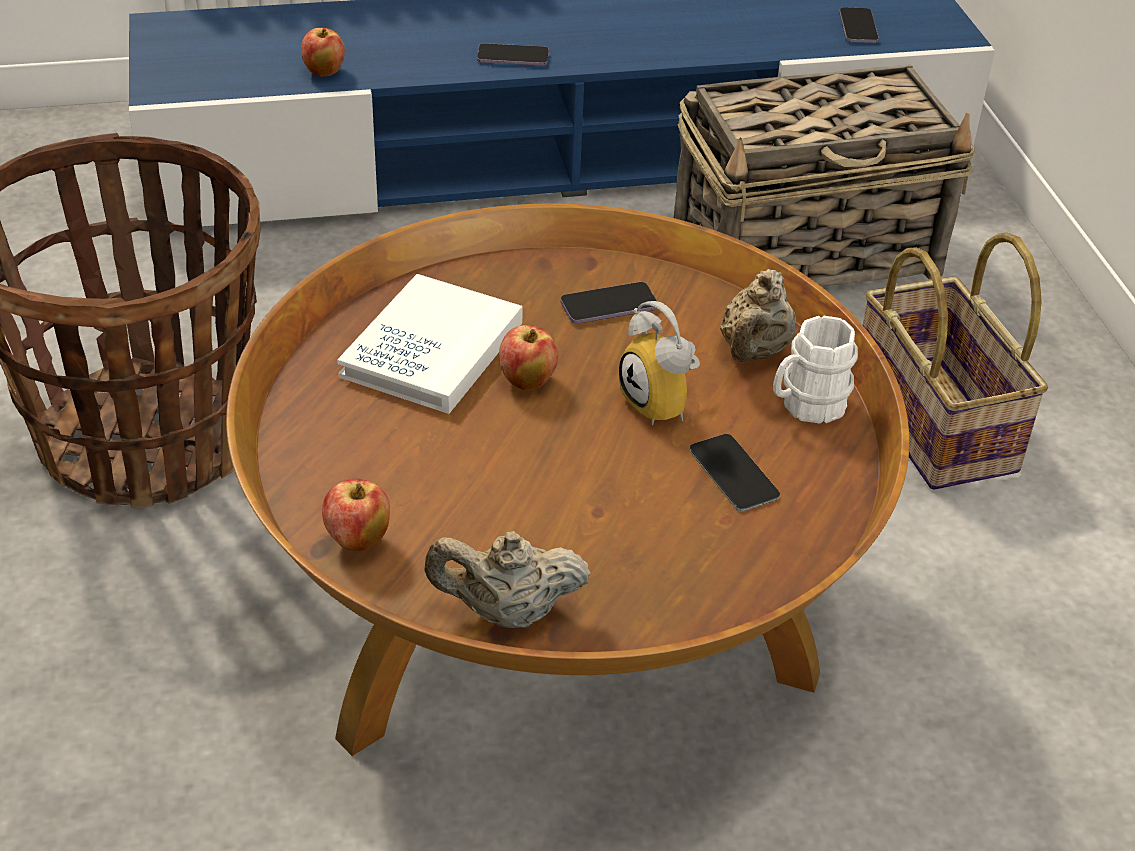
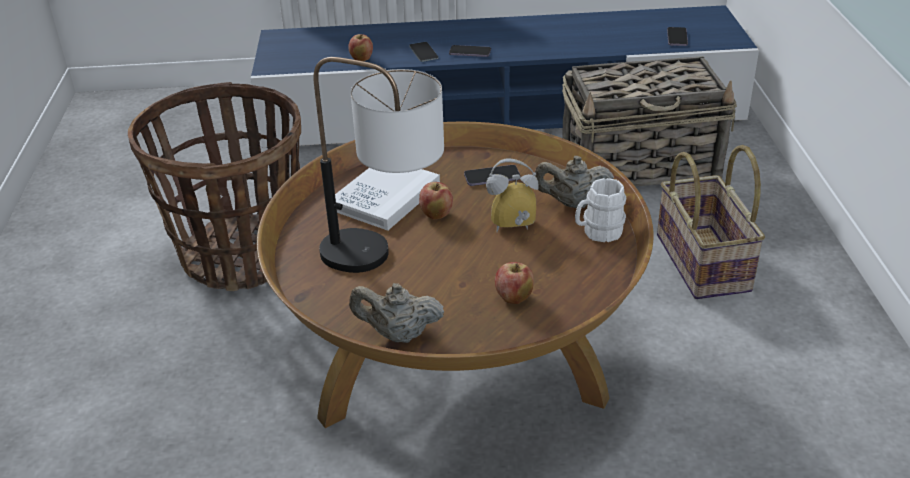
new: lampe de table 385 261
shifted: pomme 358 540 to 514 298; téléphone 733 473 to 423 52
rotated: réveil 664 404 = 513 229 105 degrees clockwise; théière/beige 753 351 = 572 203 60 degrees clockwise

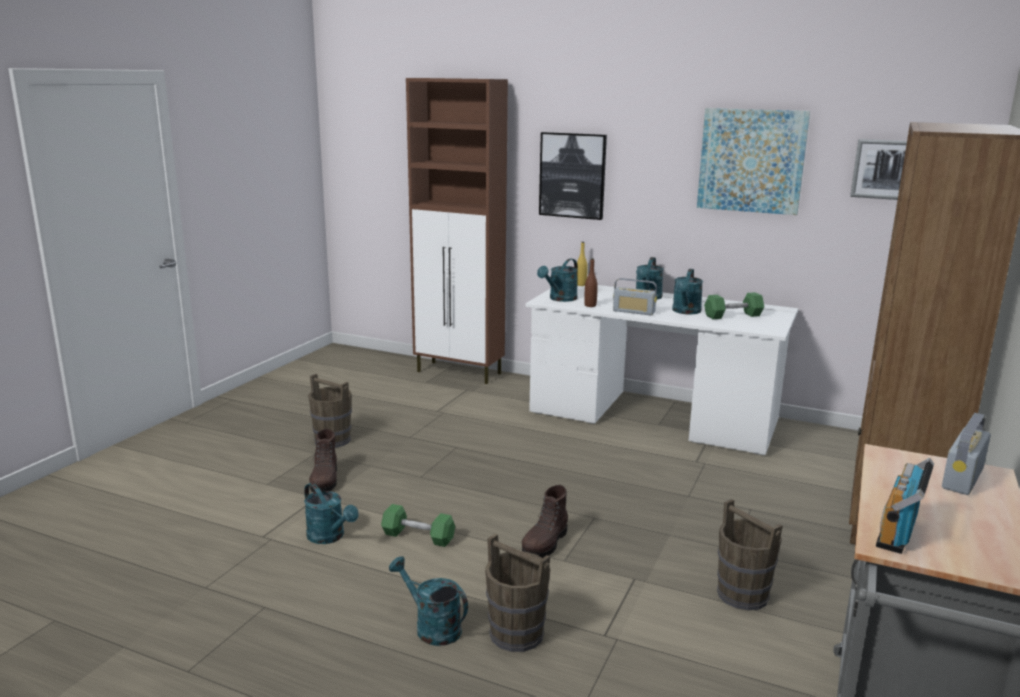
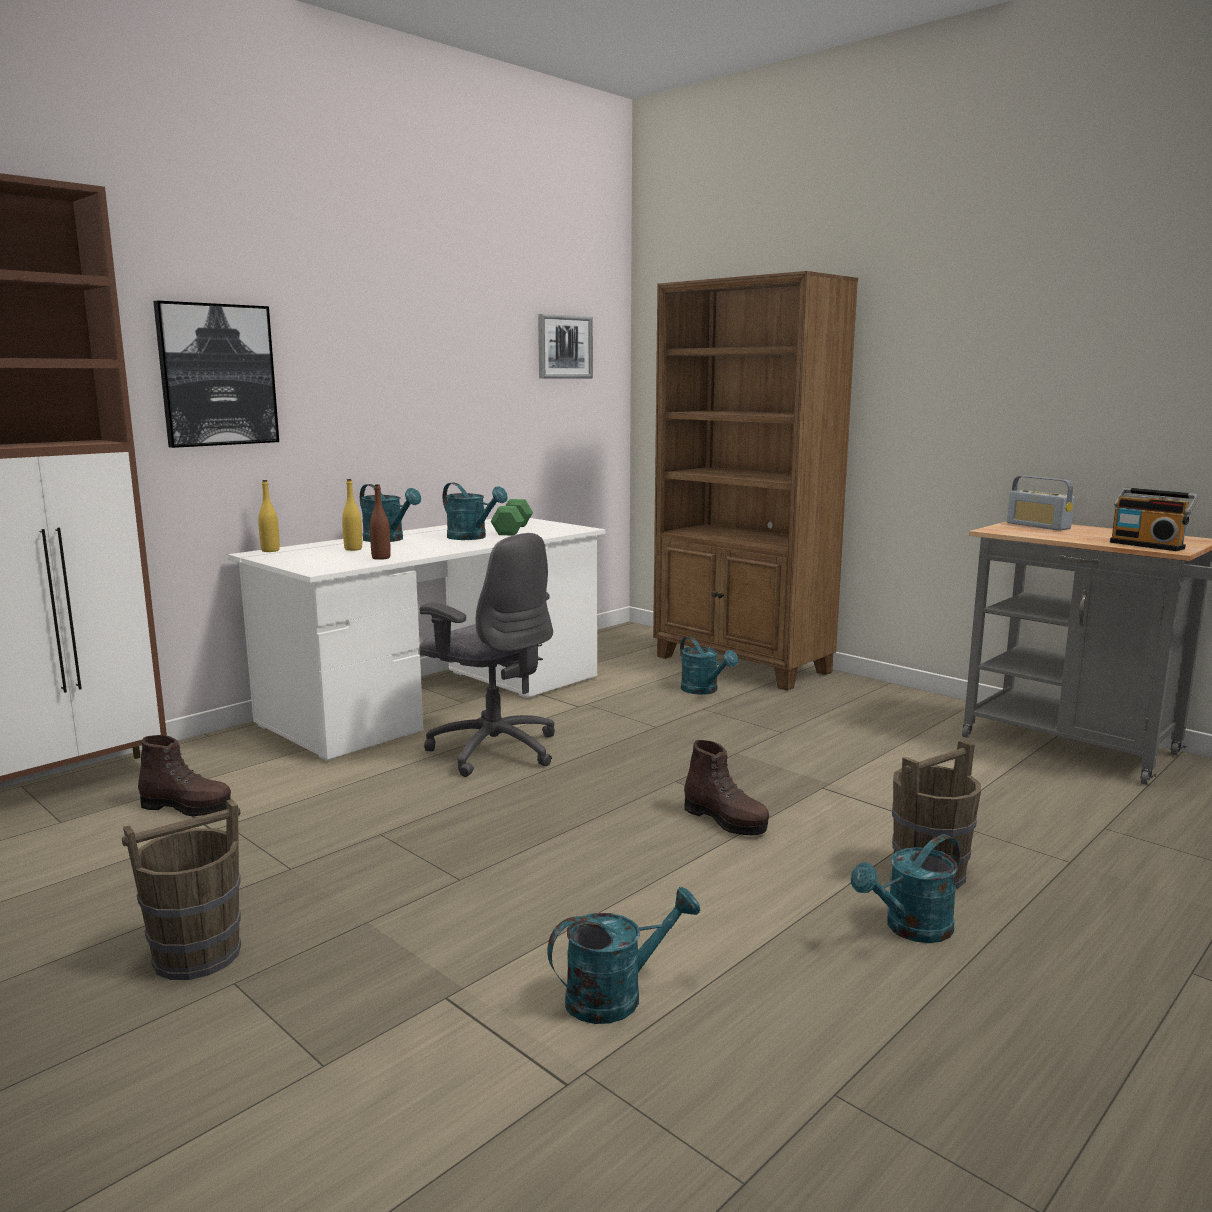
gone: haltère/vert 418 536; radio 634 311; tableau 751 161; seau/marron 742 594
new: bouteille/jaune 353 549; chaise de bureau/gris 493 749
shifted: botte/marron 325 481 to 187 807; arrosoir/turquoise 560 299 to 704 690

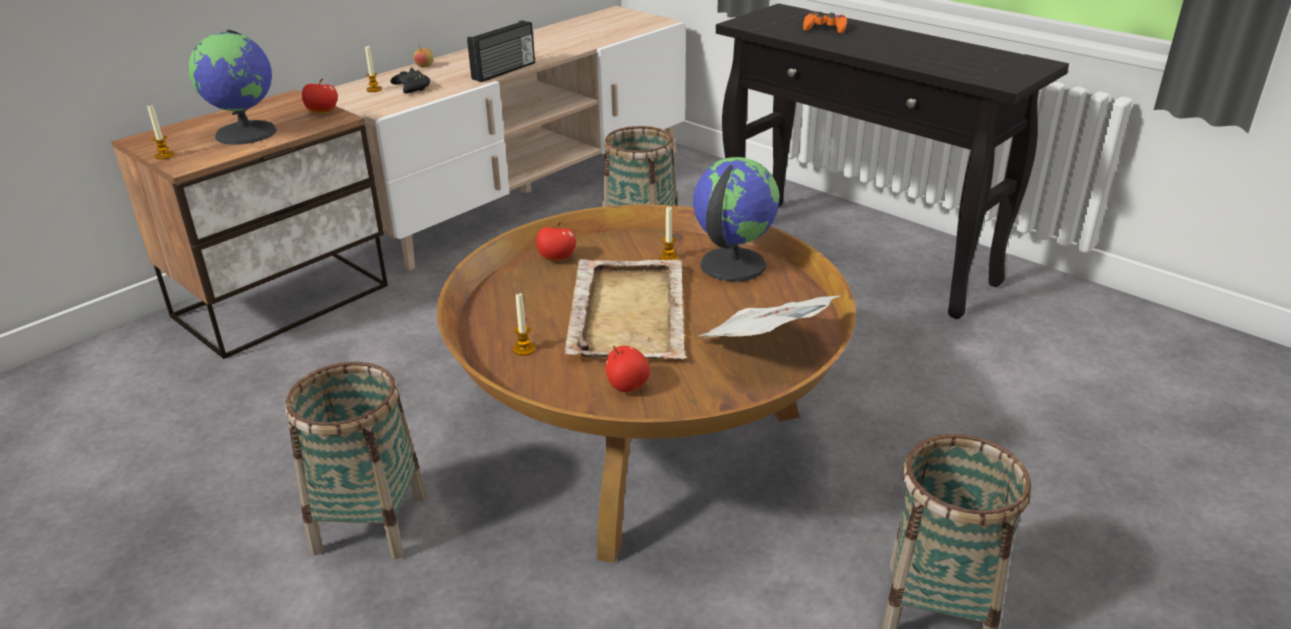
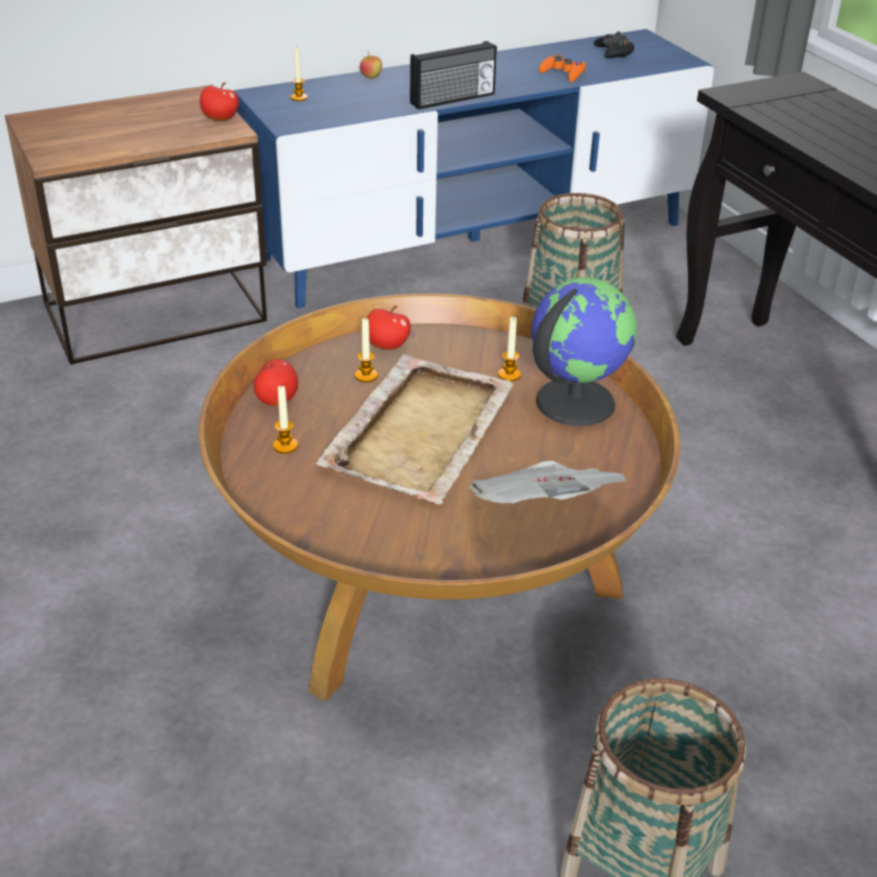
gone: globe 247 133; panier 369 523
shifted: bougie 164 156 to 366 376; manette/noir 412 87 to 614 52; pomme 627 386 to 277 400; manette/orange 825 28 to 563 73
repainted: meuble télé/beige 528 192 to meuble télé/bleu 475 241

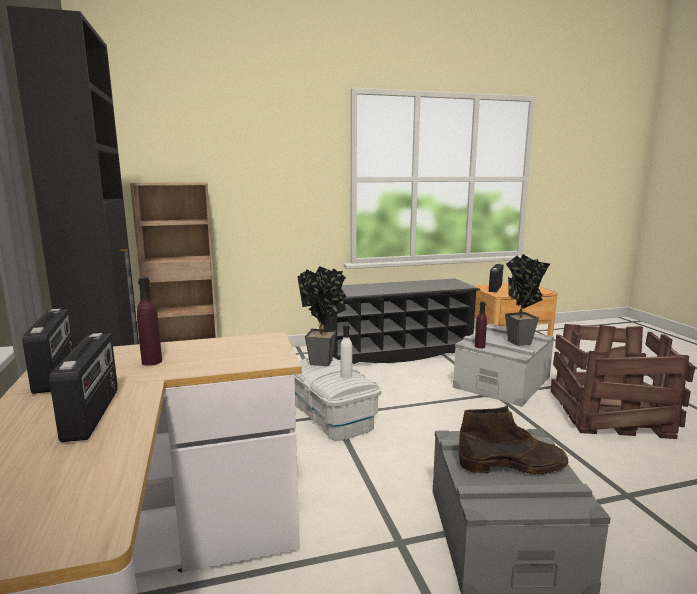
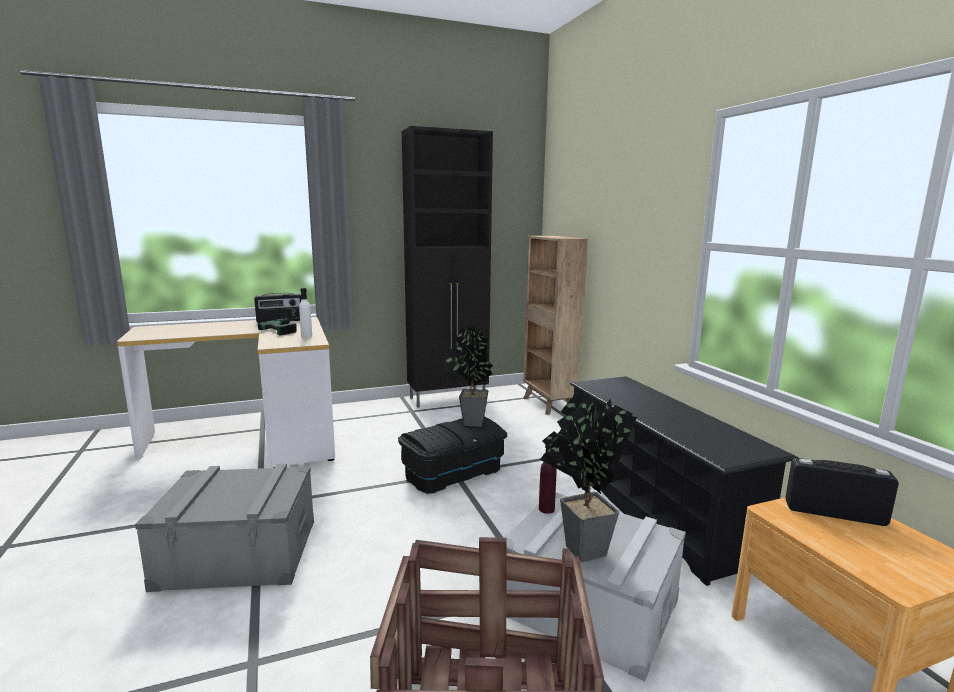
gone: radio 93 414; botte/marron 513 465
shifted: bouteille/blanc 346 375 to 306 336
swapped: bouteille/violet 152 362 to perceuse 287 329
repainted: boîte de rangement/blanc 333 416 to boîte de rangement/noir 453 473

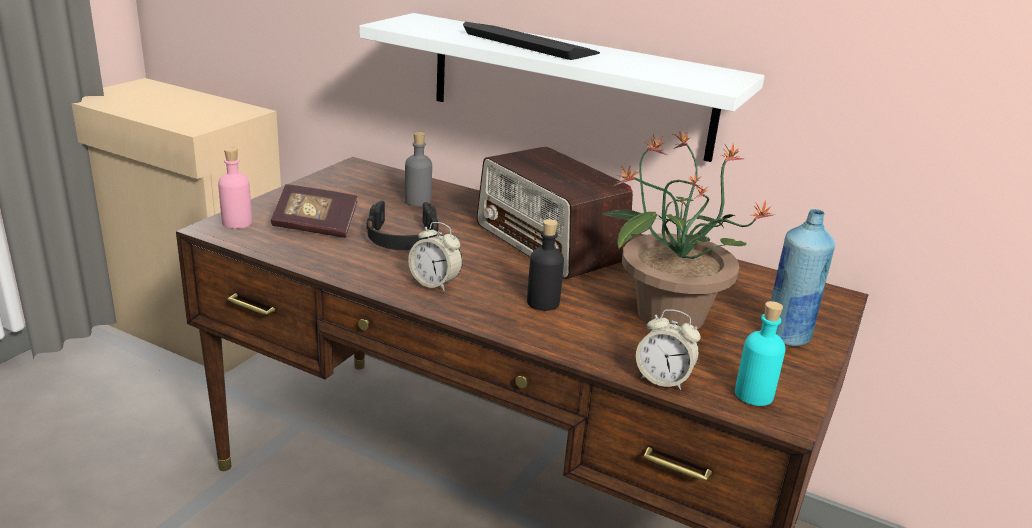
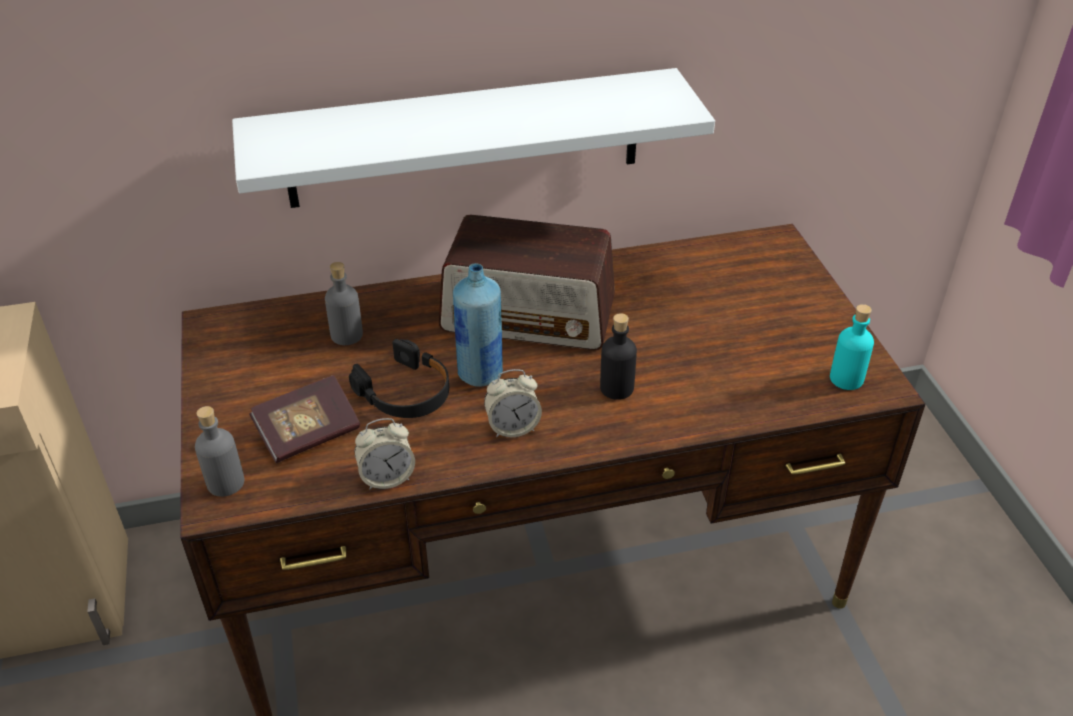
gone: clavier 530 43; plante en pot 668 314
shifted: réveil 663 379 to 387 477; bouteille/bleu 786 336 to 480 374
repainted: bouteille/rose 237 223 to bouteille/gris 225 483

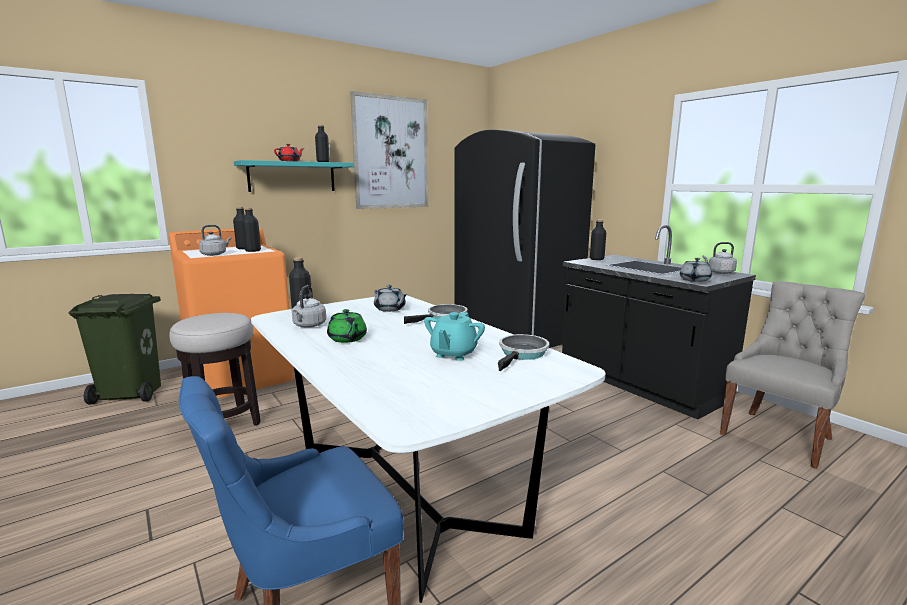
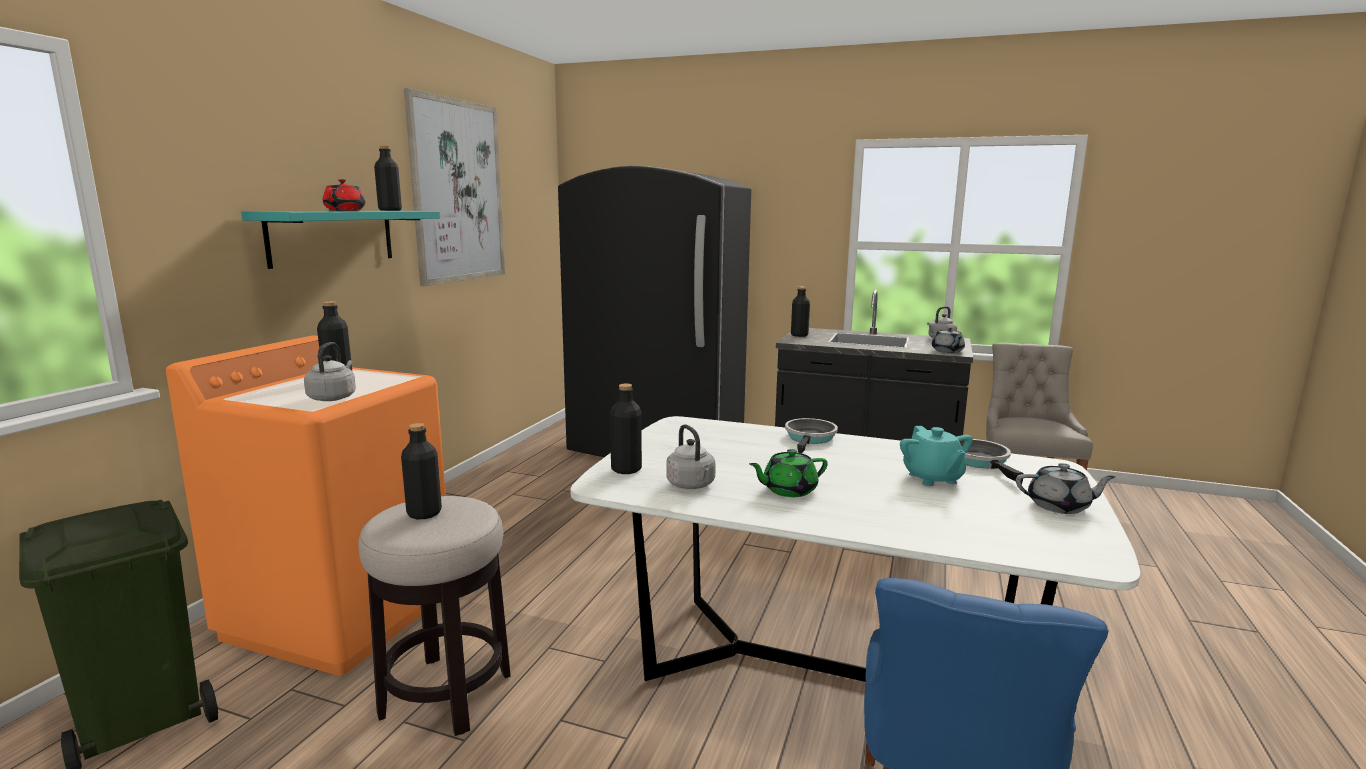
shifted: bouteille/noir 252 250 to 424 513; théière/gris 390 309 to 1059 506
rotated: théière/vert 347 339 = 788 490 135 degrees clockwise

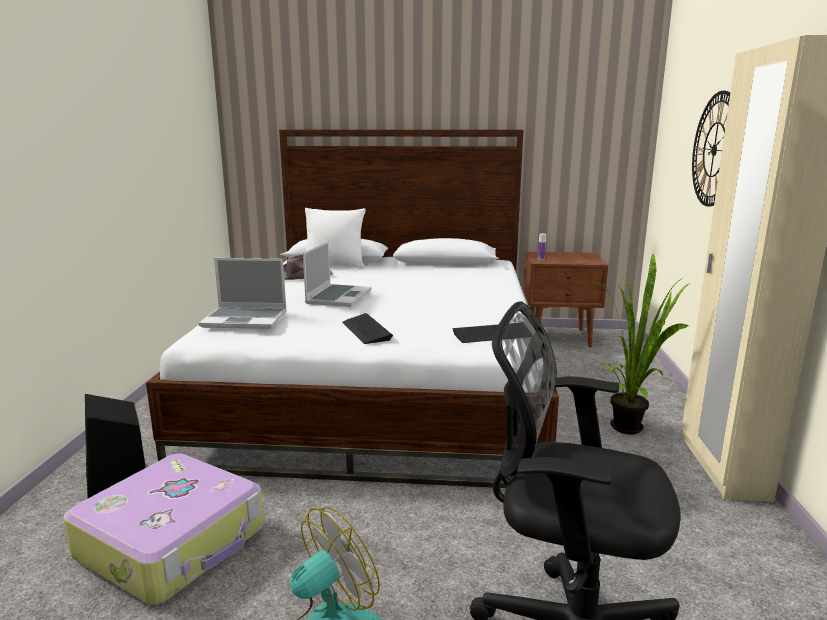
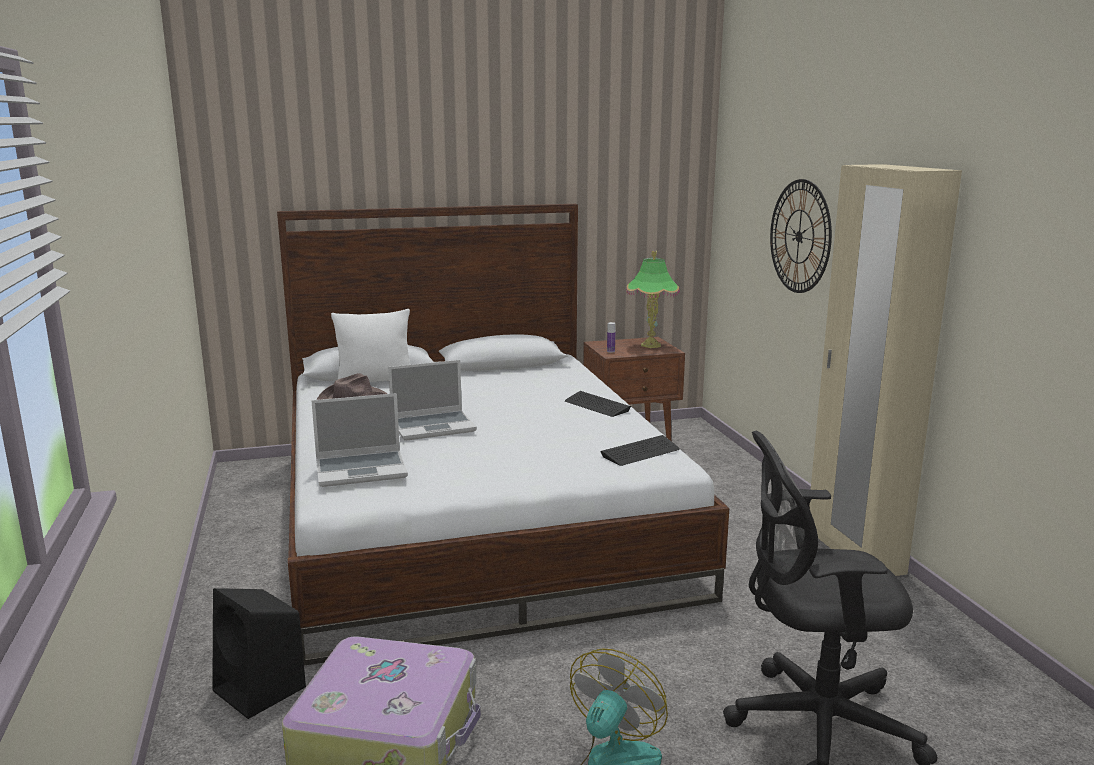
gone: plante en pot 631 426
new: lampe de table 650 345
shifted: clavier 366 330 to 596 406
rotated: ordinateur portable 338 297 = 434 427 75 degrees clockwise

